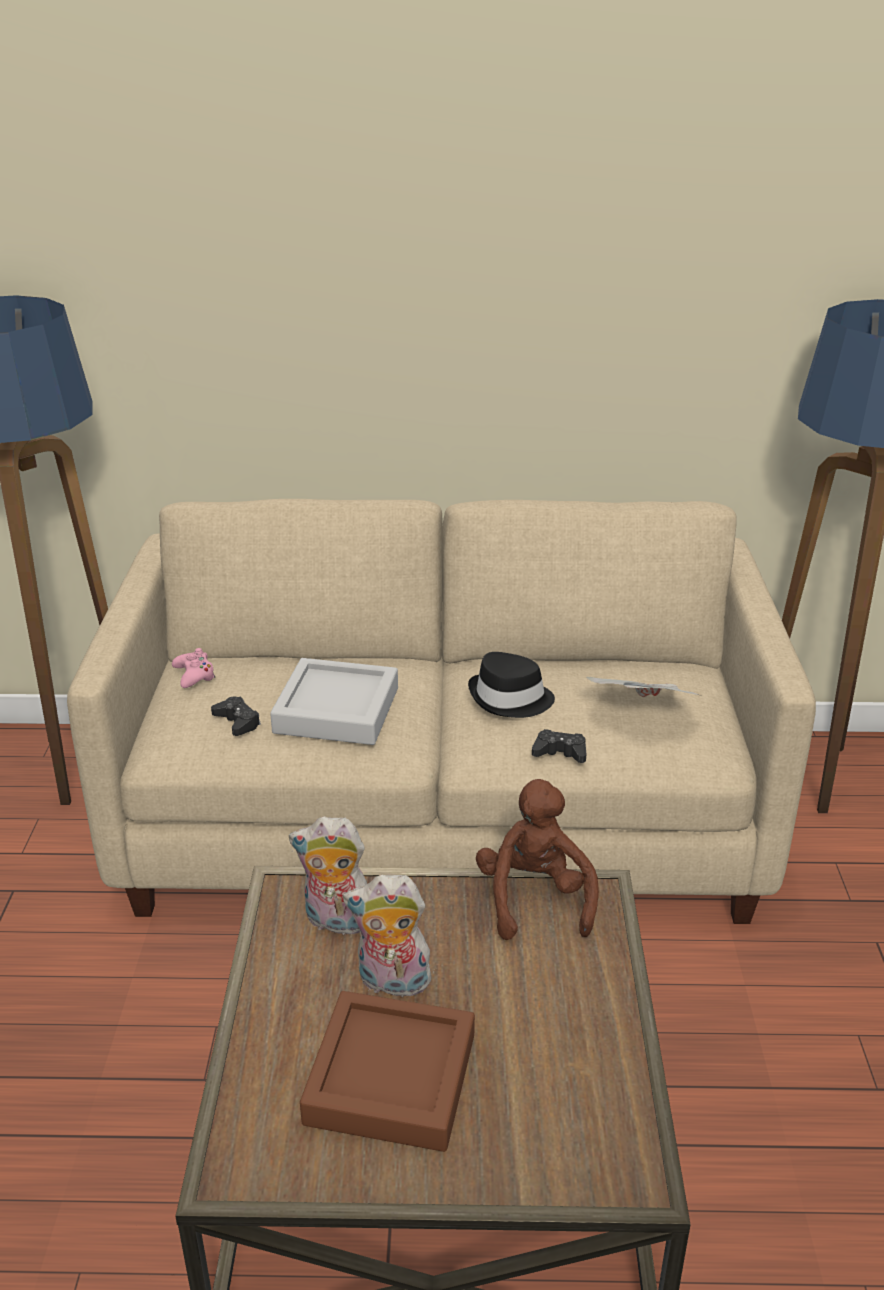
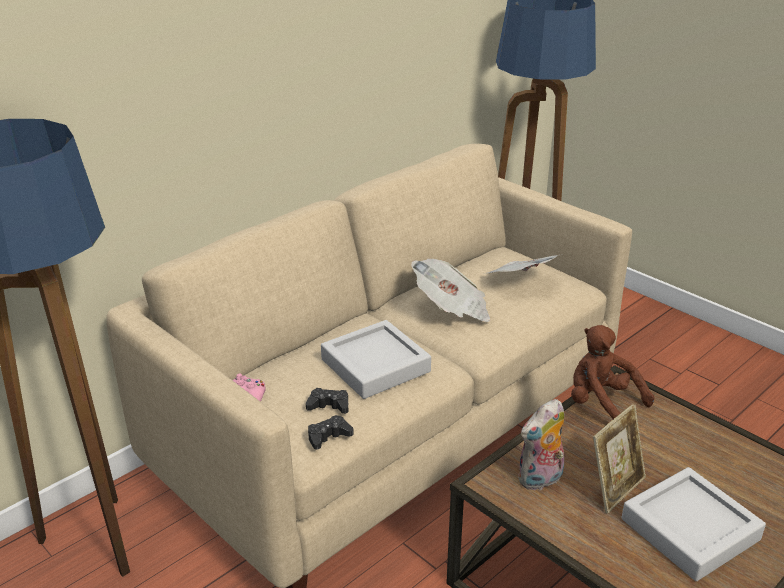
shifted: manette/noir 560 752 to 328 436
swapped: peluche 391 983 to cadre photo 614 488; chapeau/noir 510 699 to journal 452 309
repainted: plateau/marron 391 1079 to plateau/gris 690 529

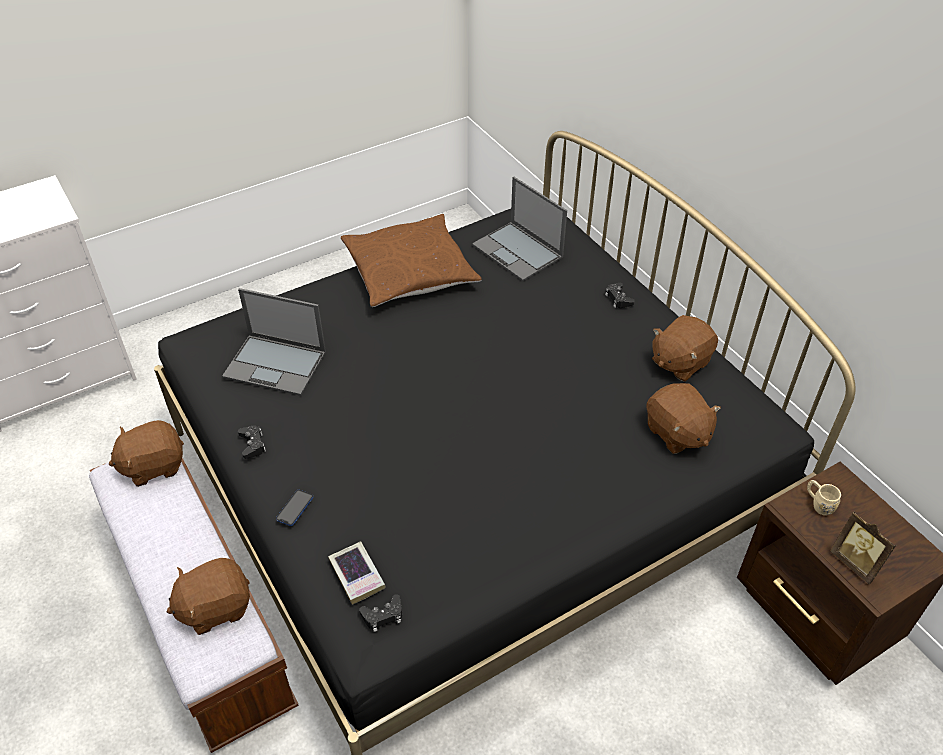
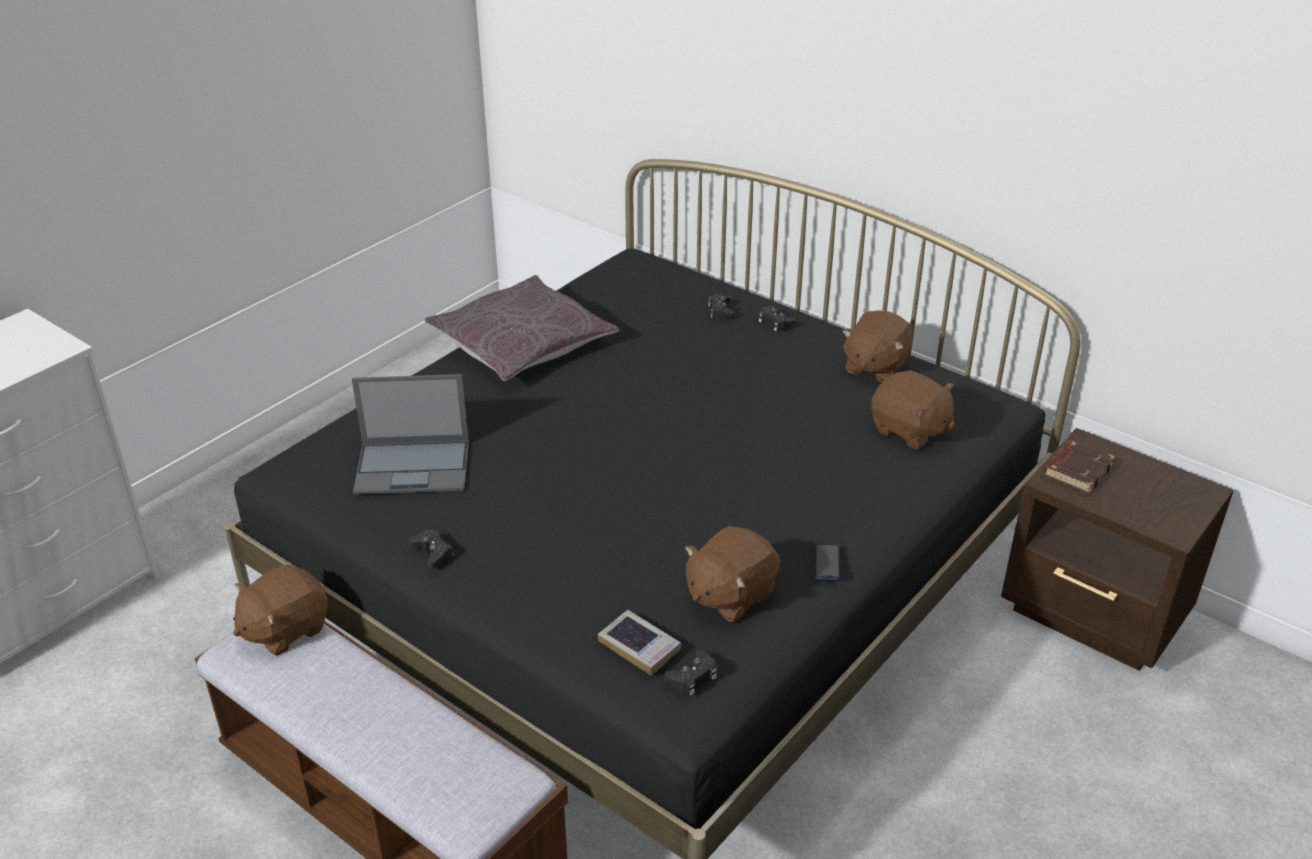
gone: ordinateur portable 518 251; cadre photo 856 563
new: manette/noir 721 311
shifted: peluche/marron 215 607 to 729 595; téléphone 295 508 to 827 563
swapped: mug/beige 818 504 to livre/marron 1077 470
repainted: coussin/marron 410 271 to coussin/gris 522 343

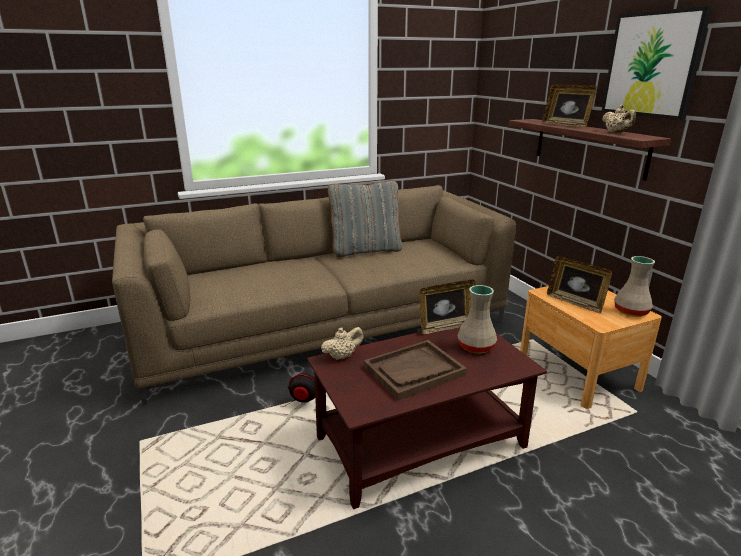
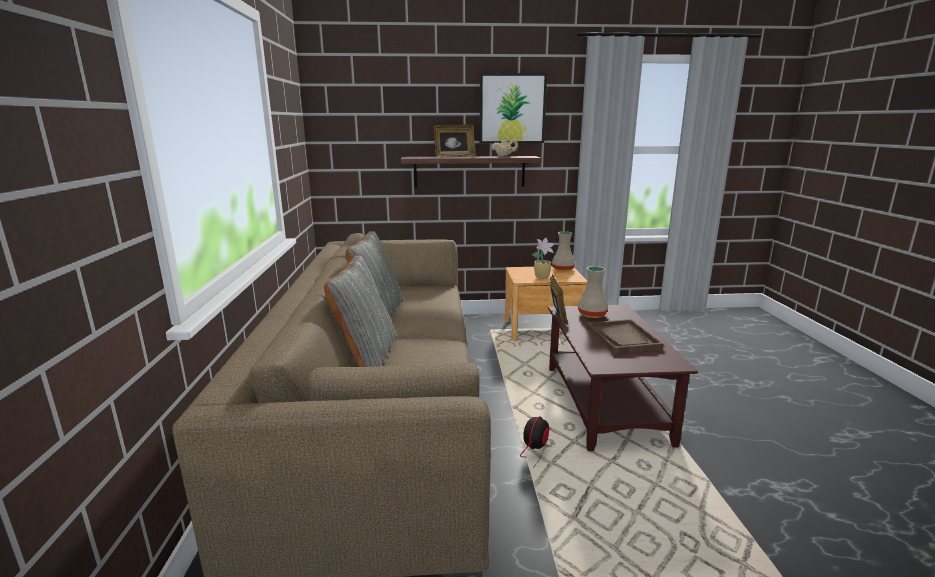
gone: théière/beige 342 356
new: coussin/gris 367 356
swapped: cadre photo 575 302 to plante en pot 542 277

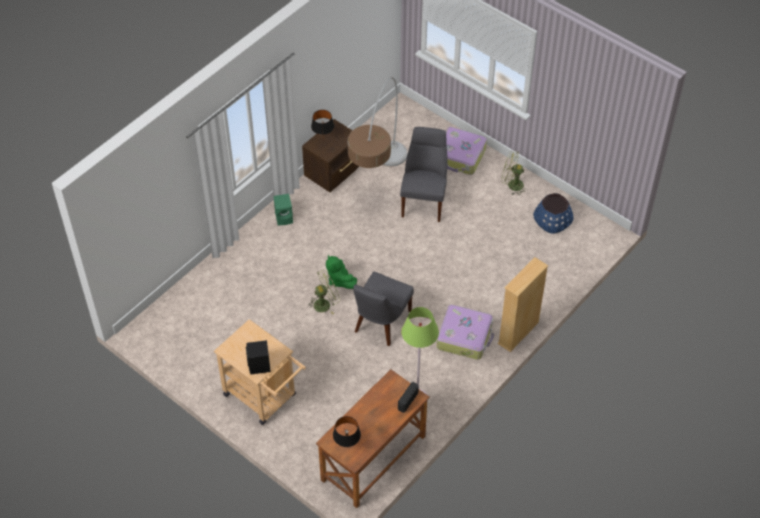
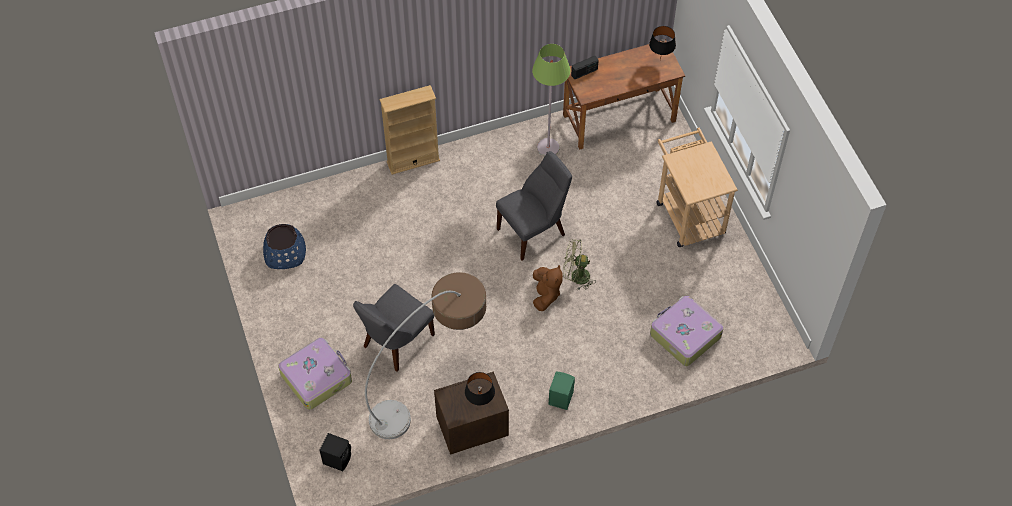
gone: ventilateur/vert 512 185
shifted: enceinte/noir 259 366 to 338 458; valise 465 337 to 684 335
repainted: peluche/vert 339 280 to peluche/marron 545 295

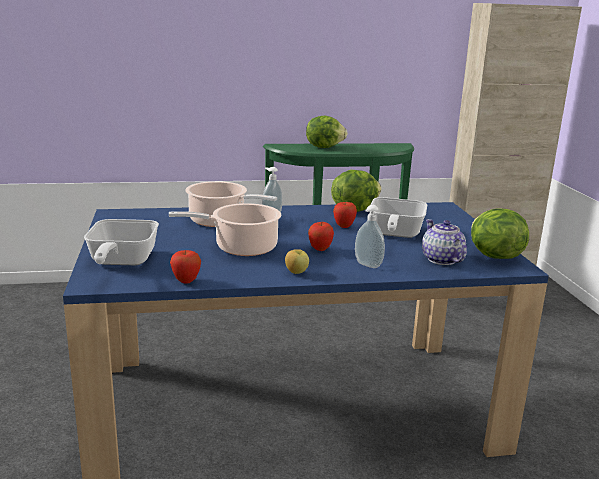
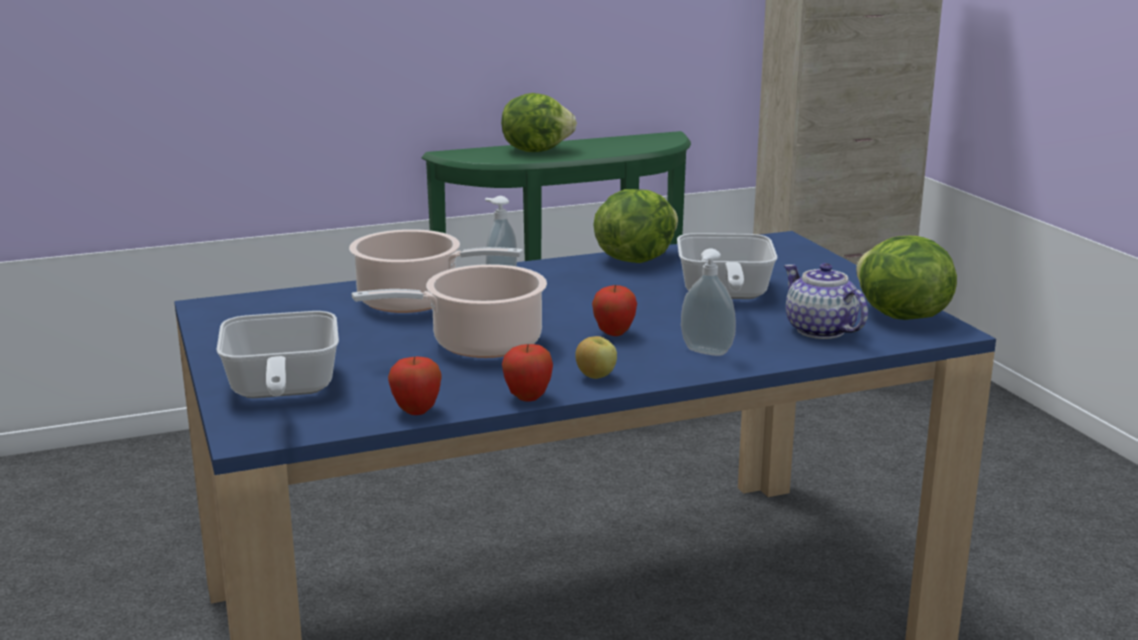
shifted: pomme 344 226 to 528 398

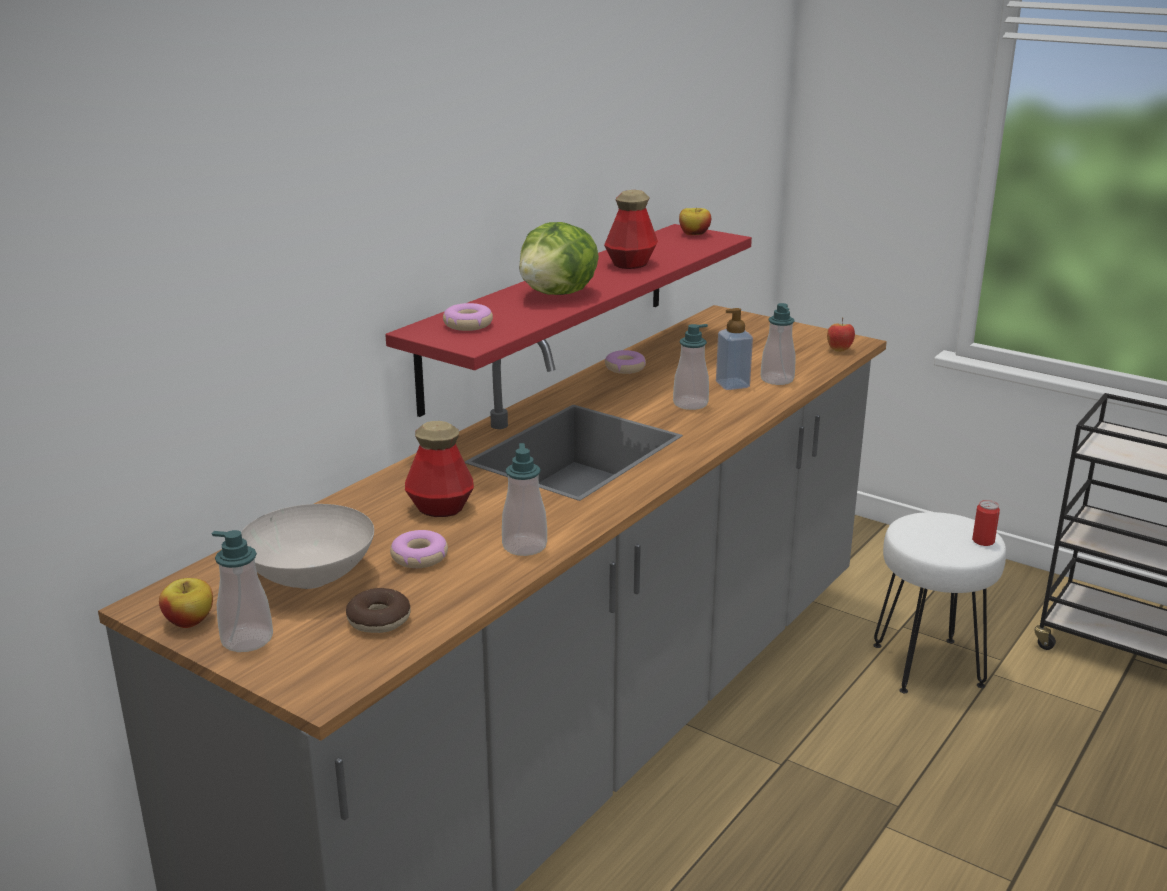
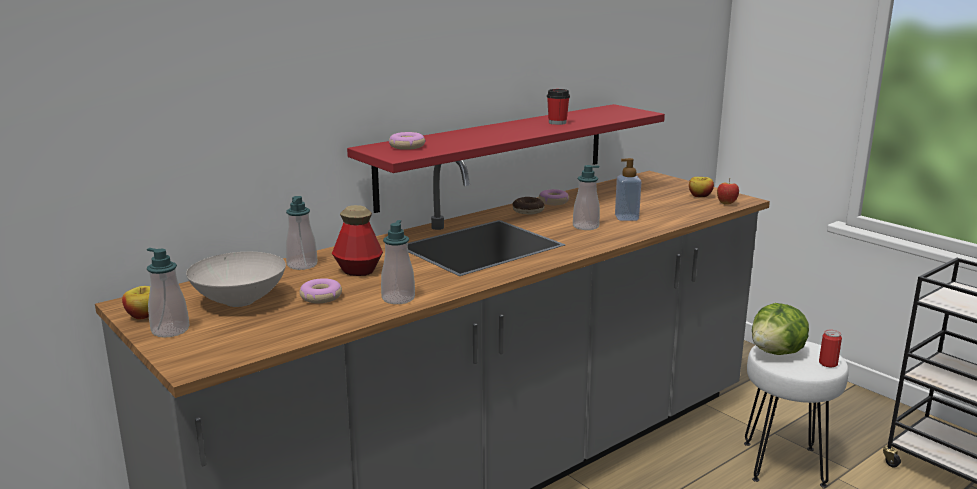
shifted: beignet 379 620 to 528 211; laitue 559 294 to 777 352; pomme 694 234 to 700 196; distributeur de savon 777 379 to 302 265
swapped: bouteille 630 264 to tasse 557 122

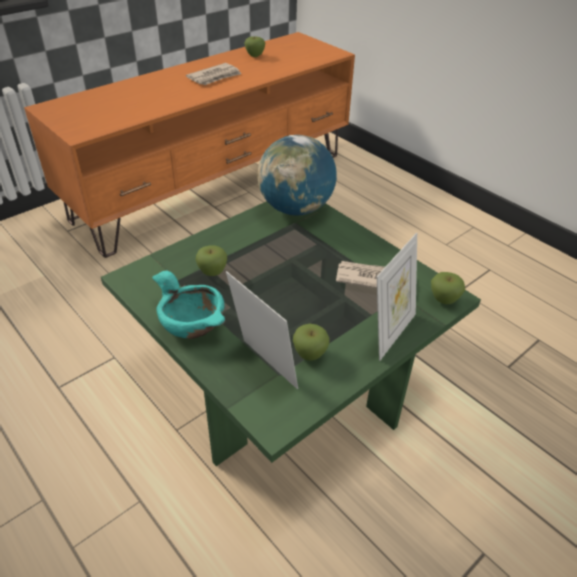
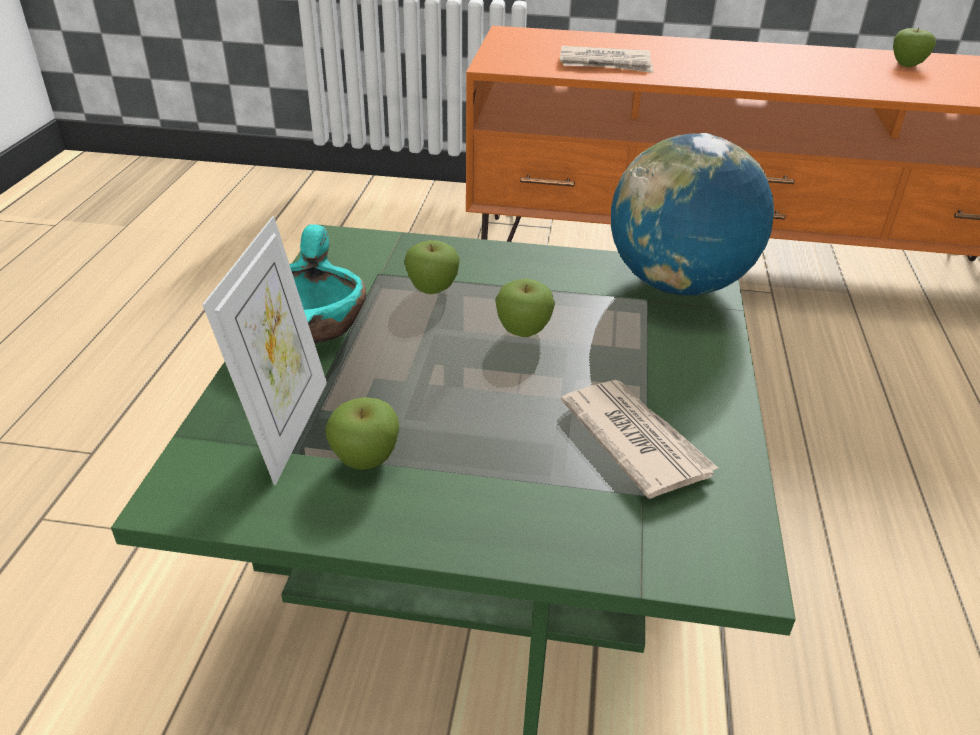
gone: cadre photo 390 333
shifted: journal 215 77 to 606 64; pomme 444 299 to 523 331

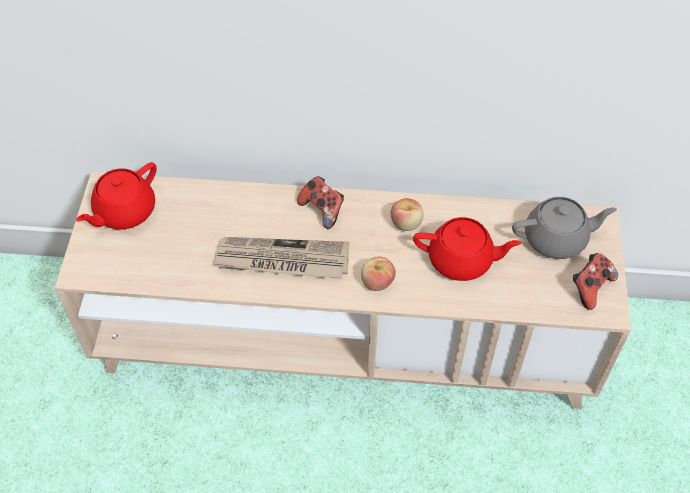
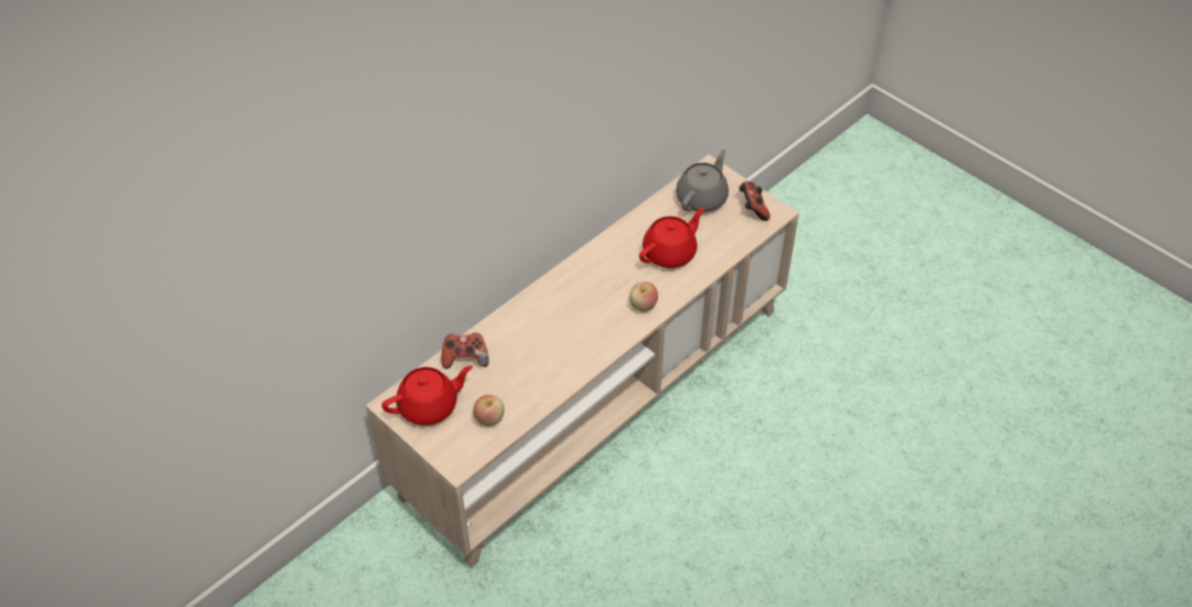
gone: journal 282 260
shifted: manette 322 209 to 465 358; pomme 406 223 to 489 418
rotated: théière/rouge 124 211 = 429 406 105 degrees counterclockwise

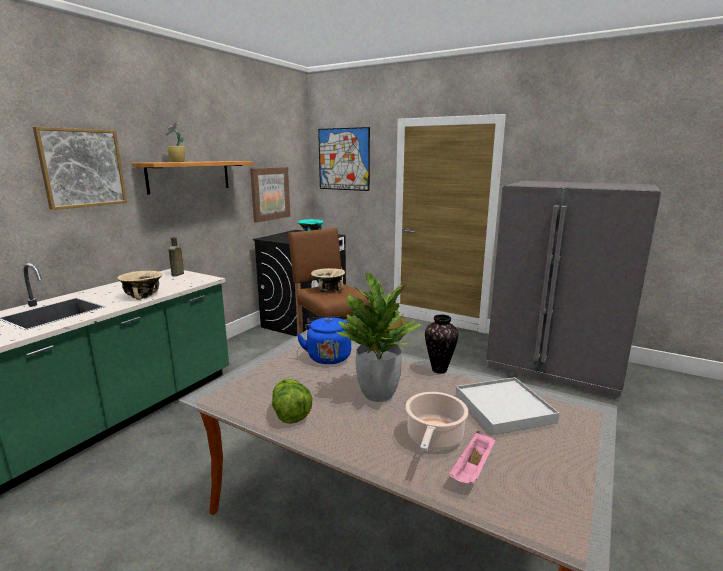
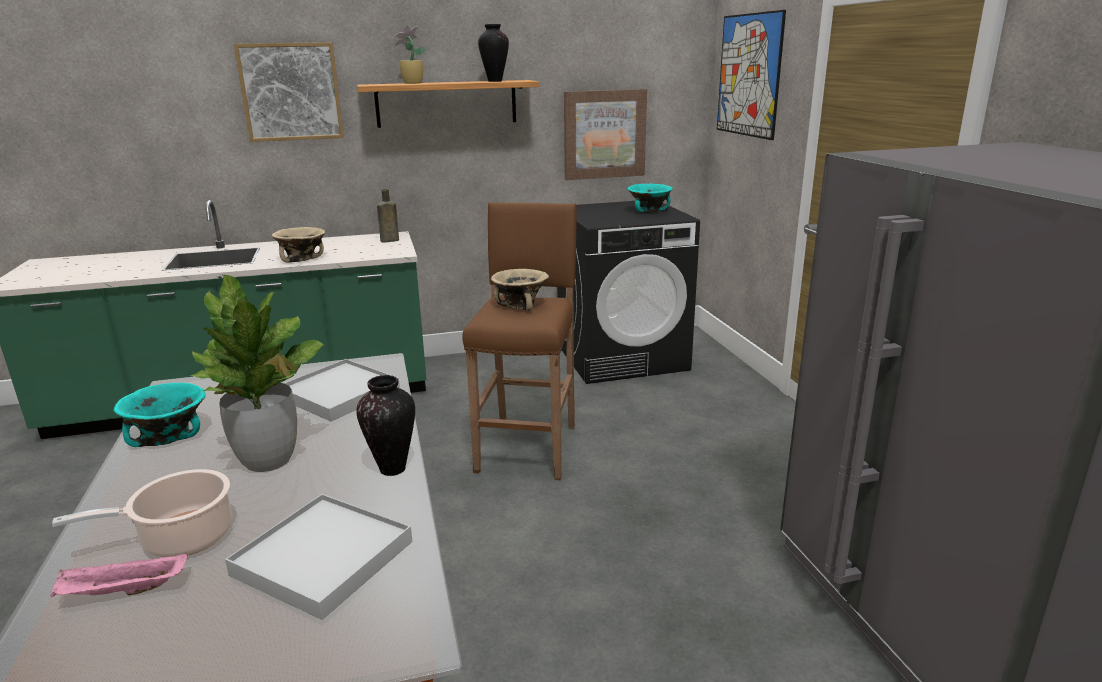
new: vase 494 81
swapped: laitue 290 414 to bol/turquoise 168 437; bouilloire/bleu 328 356 to plateau/blanc 340 393

